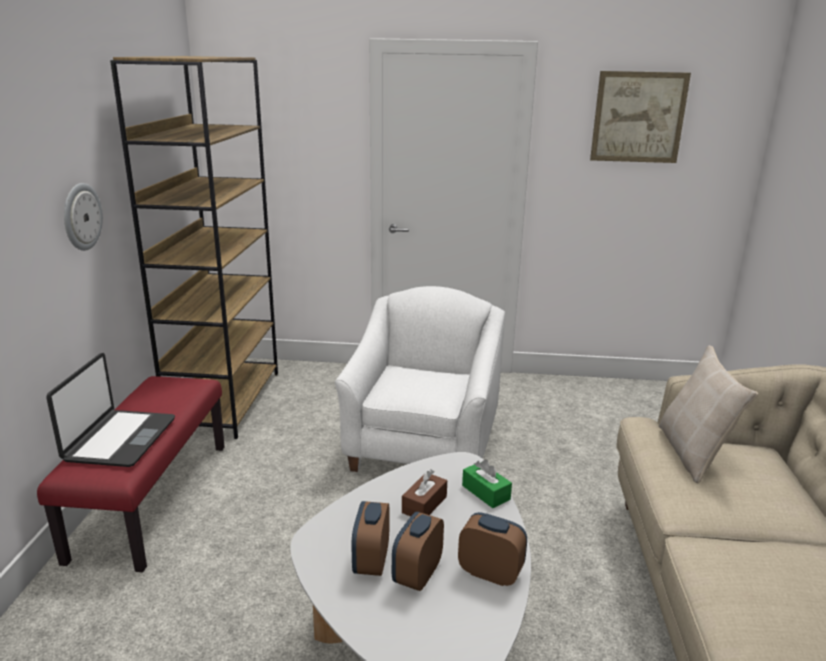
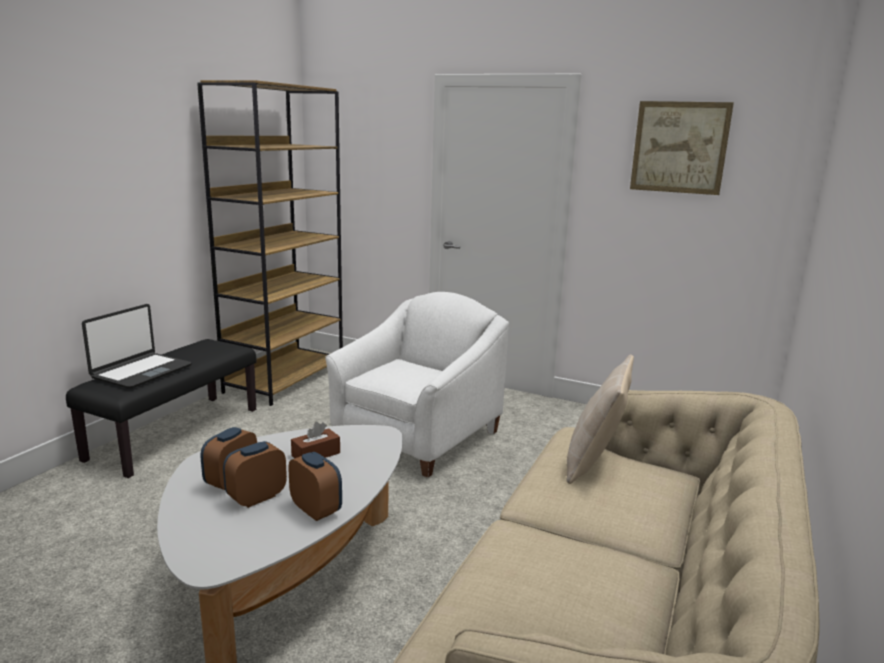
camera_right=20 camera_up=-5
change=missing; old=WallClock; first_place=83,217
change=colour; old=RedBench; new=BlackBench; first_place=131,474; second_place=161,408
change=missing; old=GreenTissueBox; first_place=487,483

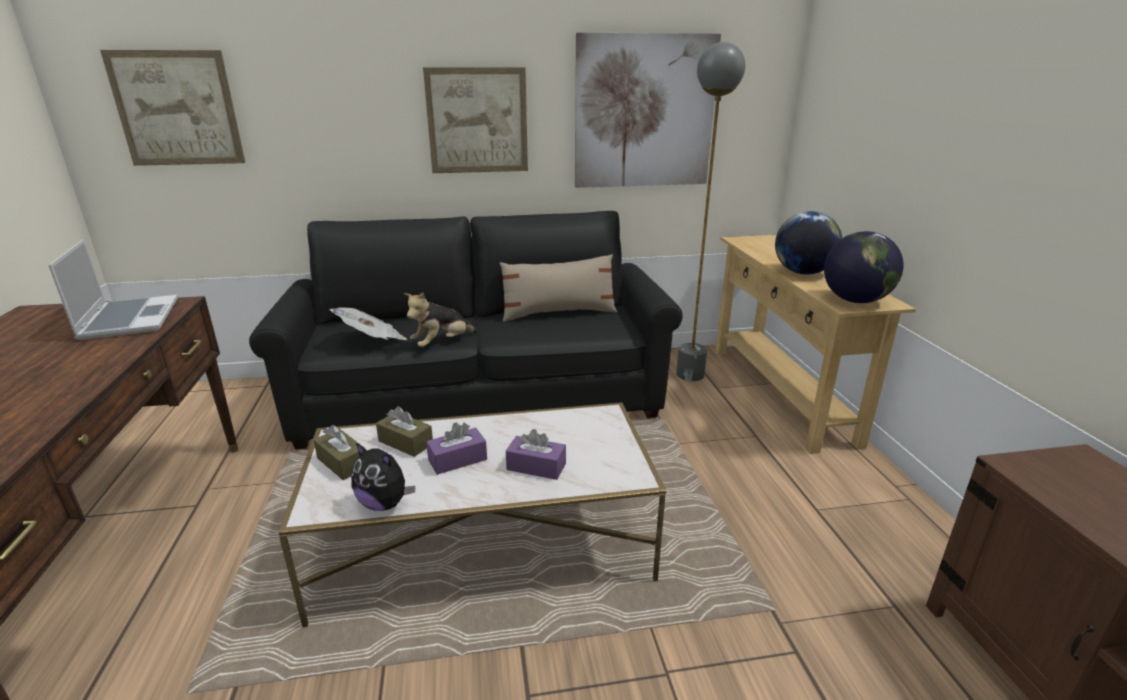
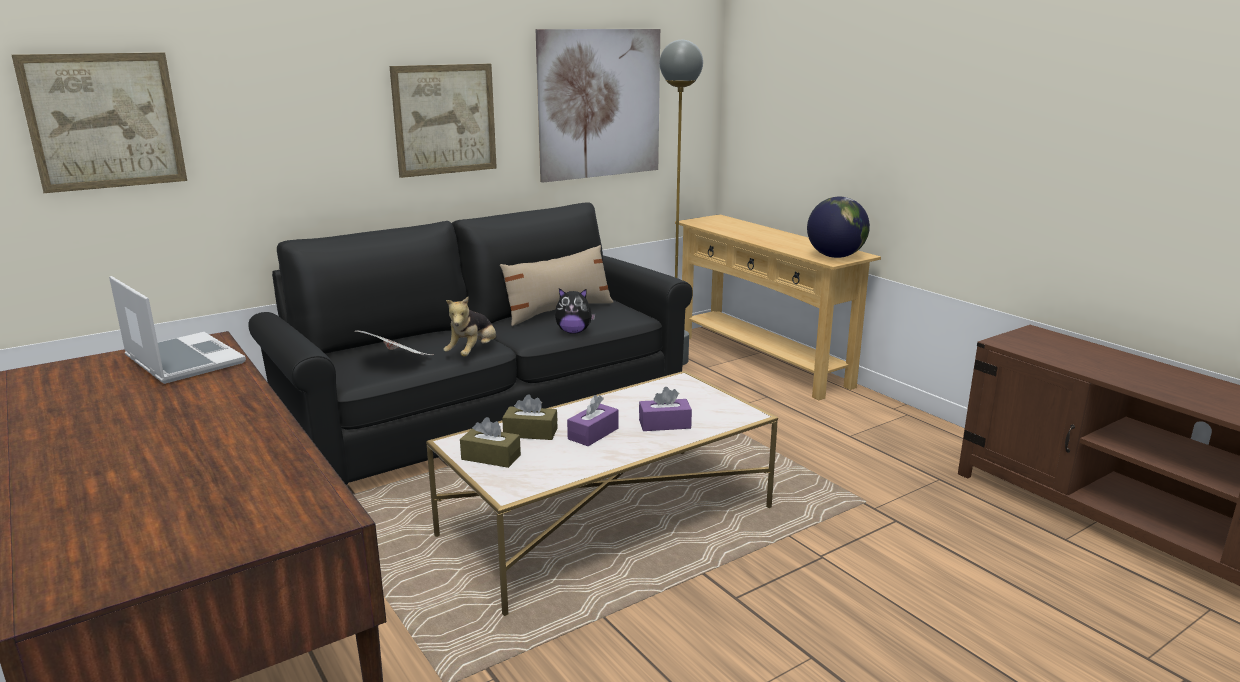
camera_right=-25 camera_up=-5
change=missing; old=Globe; first_place=808,243
change=relocated; old=PlushToy; first_place=383,477; second_place=575,311

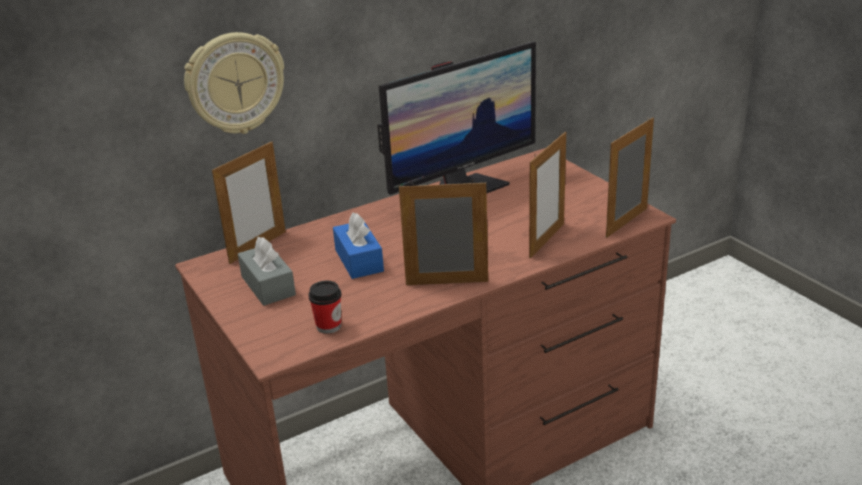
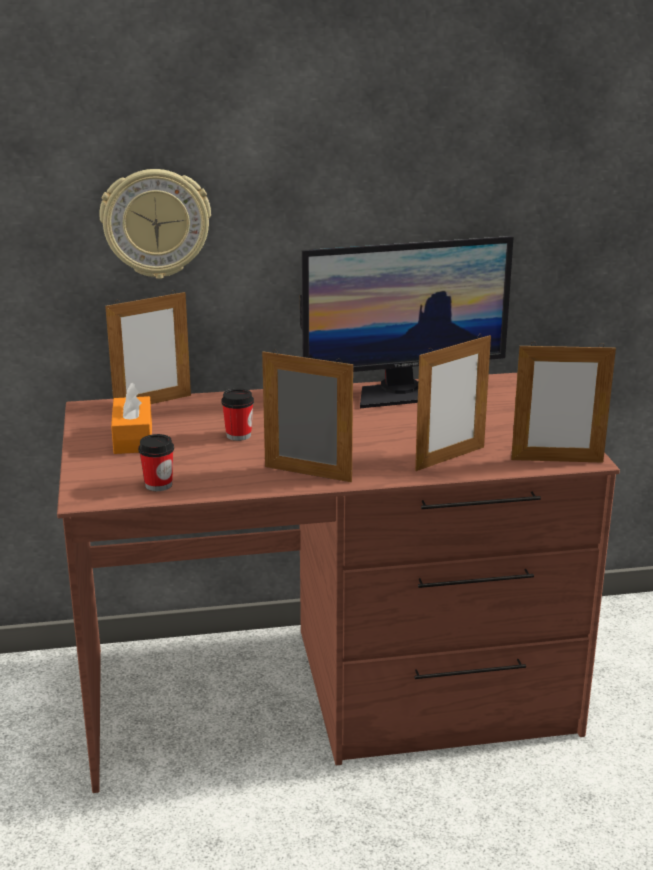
camera_right=20 camera_up=-5
change=spun; old=PictureFrame; first_place=630,178; second_place=563,402; degrees=-150
change=exchanged; old=BlueTissueBox; new=Cup; first_place=358,246; second_place=237,414
change=colour; old=GreyTissueBox; new=OrangeTissueBox; first_place=267,271; second_place=131,418

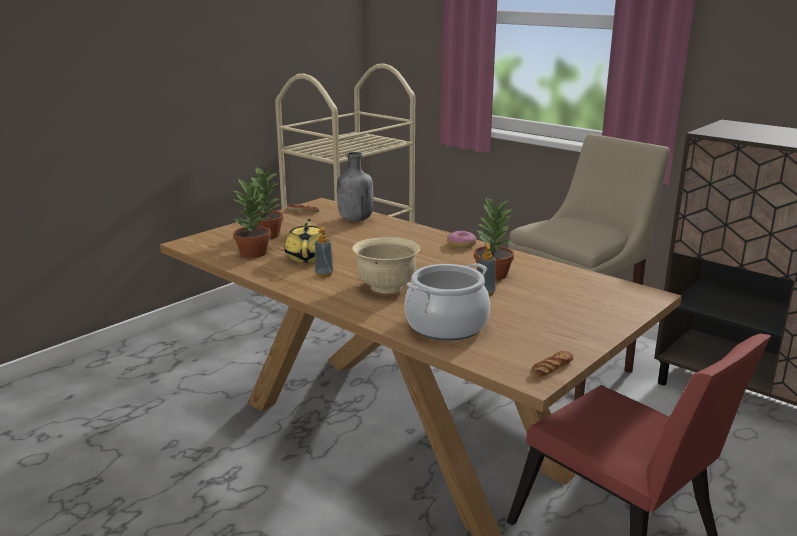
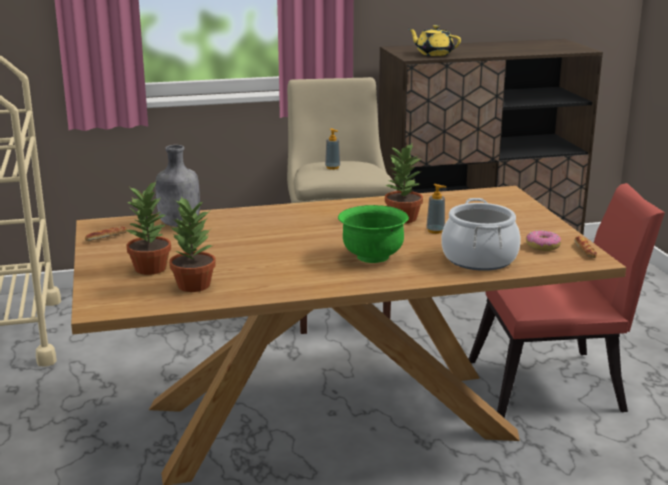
camera_right=-55 camera_up=0
change=relocated; old=YellowTeapot; first_place=305,240; second_place=434,40
change=relocated; old=SoapDispenser; first_place=324,252; second_place=332,149
change=relocated; old=Donut; first_place=461,239; second_place=543,240
change=colour; old=BeigeBowl; new=GreenBowl; first_place=386,265; second_place=373,234

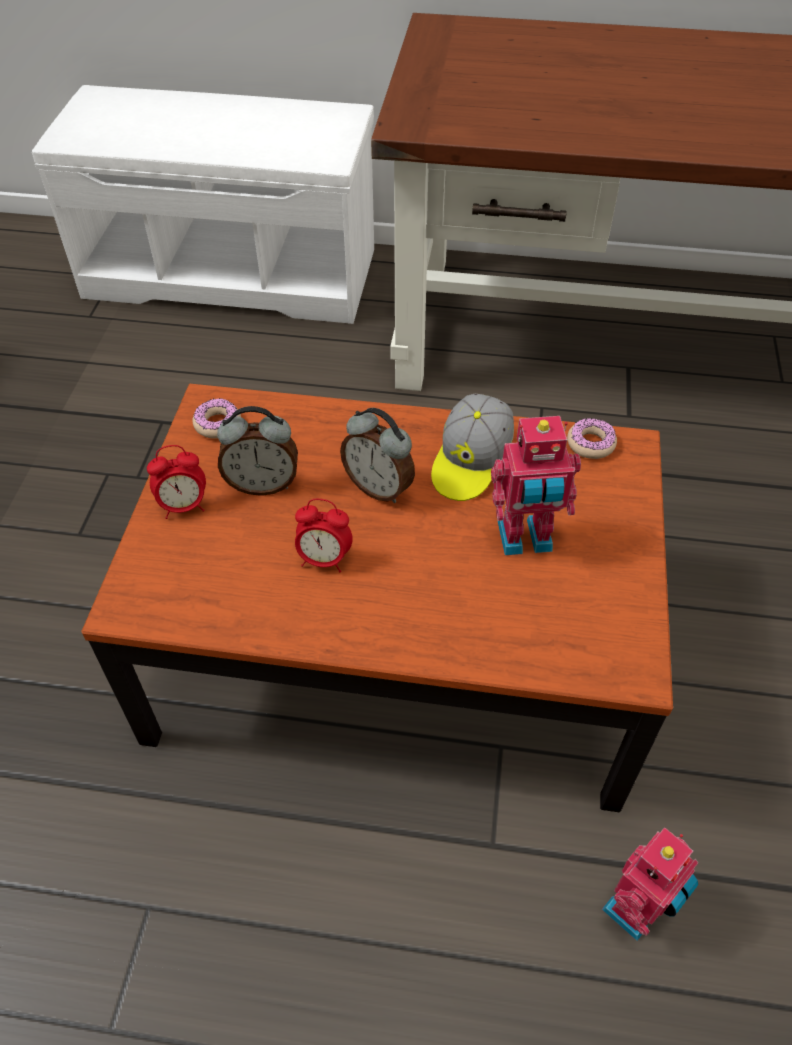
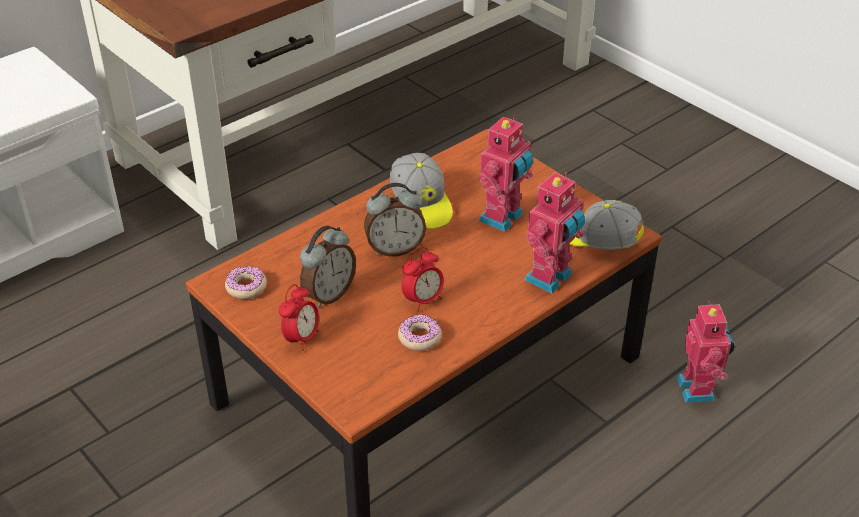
camera_right=-50 camera_up=-10
change=relocated; old=Donut; first_place=592,438; second_place=420,332
change=appeared; new=ToyRobot; second_place=555,232
change=appeared; new=Cap; second_place=606,225

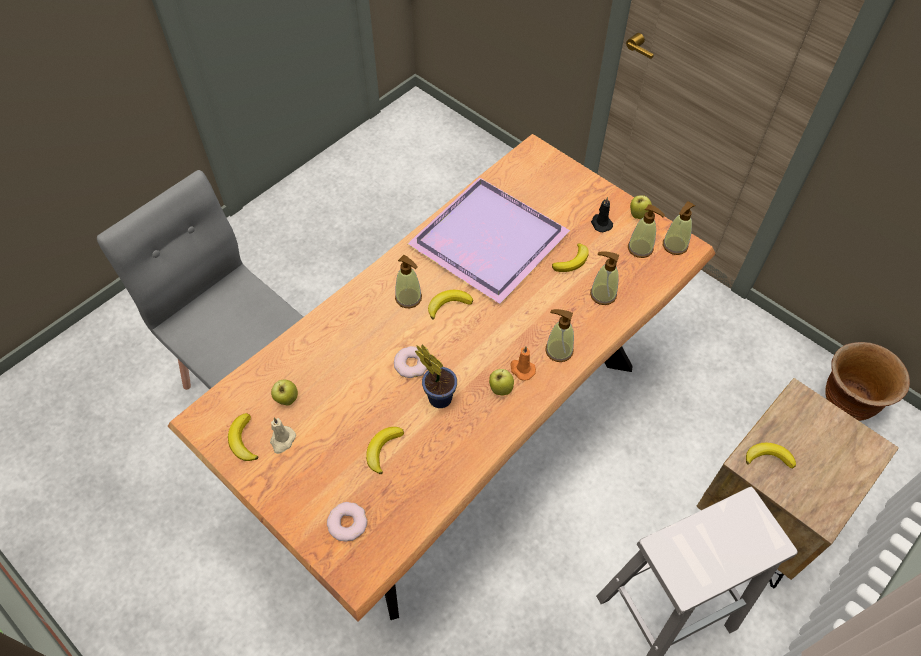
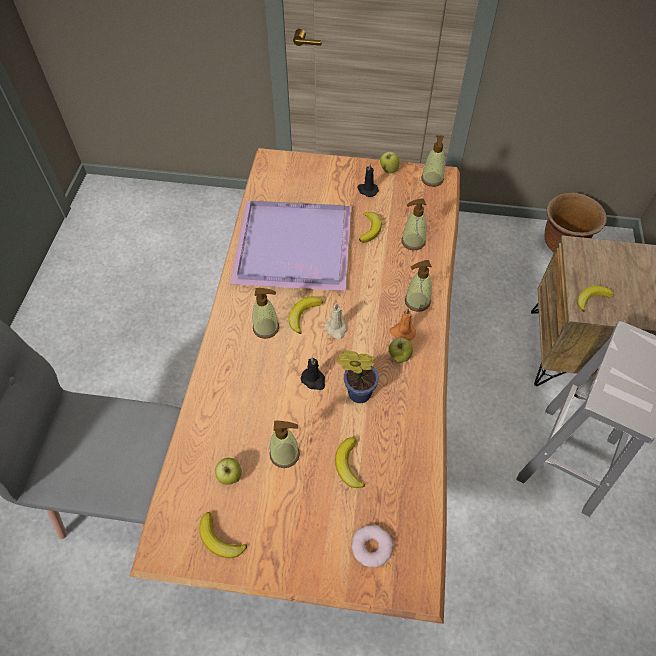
camera_right=-35 camera_up=0
change=relocated; old=SoapDispenser; first_place=646,231; second_place=285,444
change=exchanged; old=Donut; new=BlackCandle; first_place=410,362; second_place=313,373
change=relocated; old=BeigeCandle; first_place=283,436; second_place=335,321

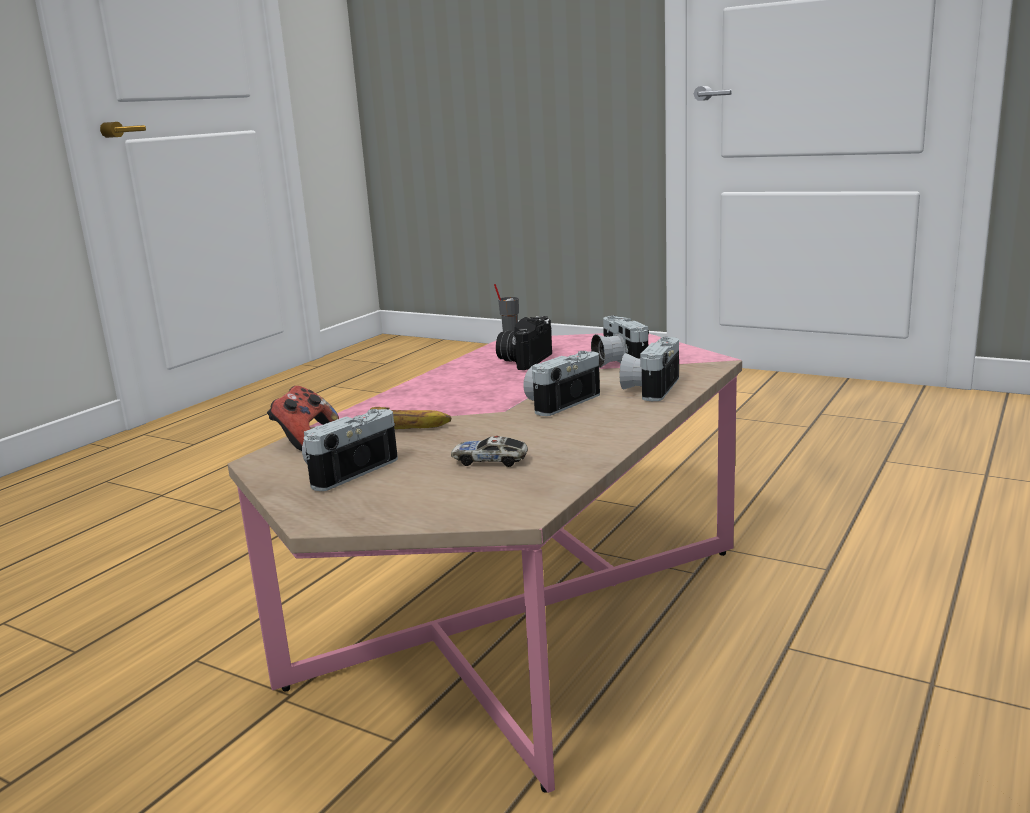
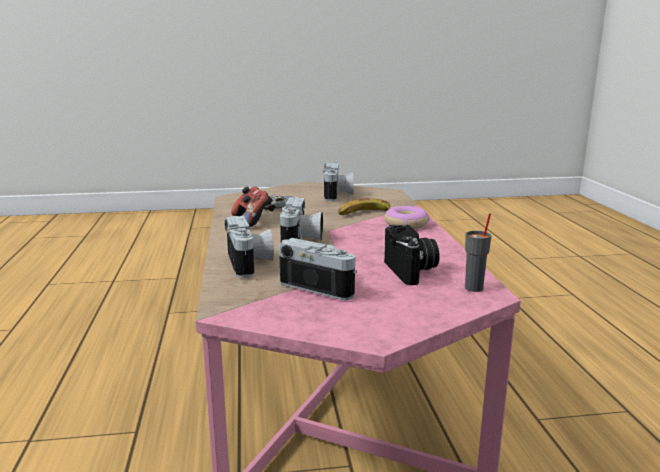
camera_right=140 camera_up=0
change=relocated; old=GameController; first_place=303,418; second_place=251,207
change=appeared; new=Donut; second_place=406,217

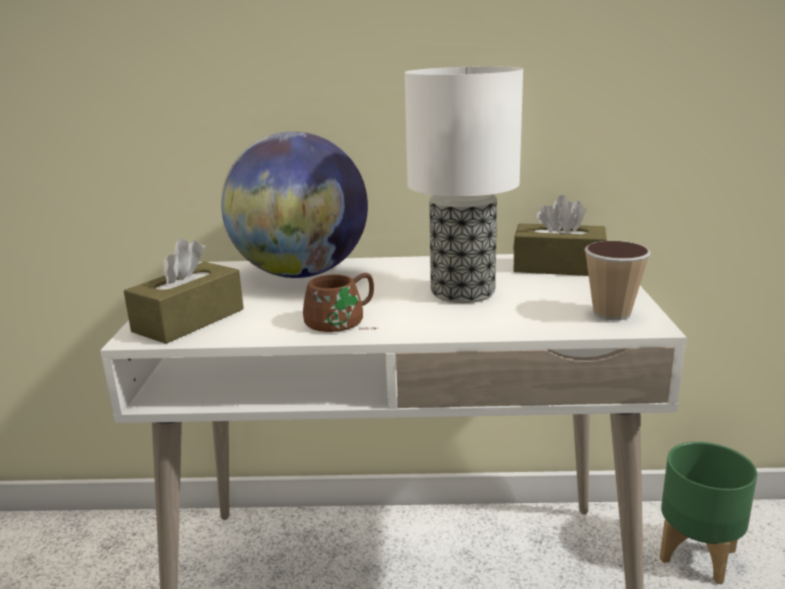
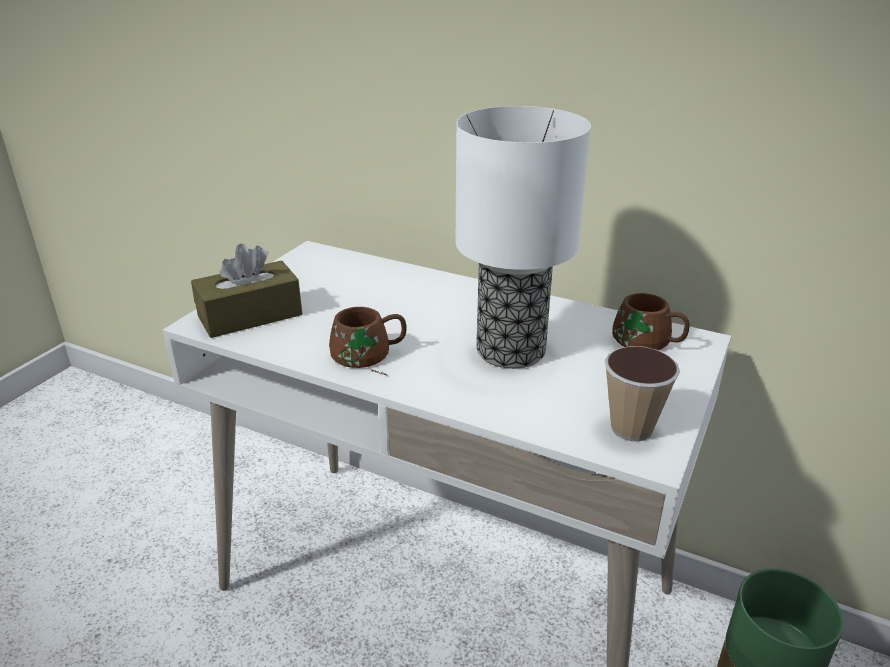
camera_right=25 camera_up=10
change=missing; old=Globe; first_place=294,205
change=exchanged; old=BrownTissueBox; new=BrownMug; first_place=560,235; second_place=650,321

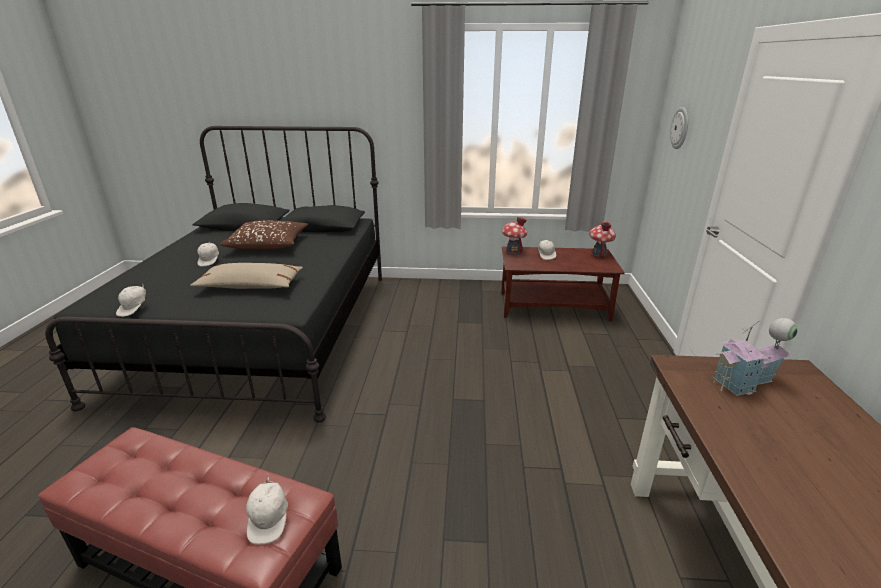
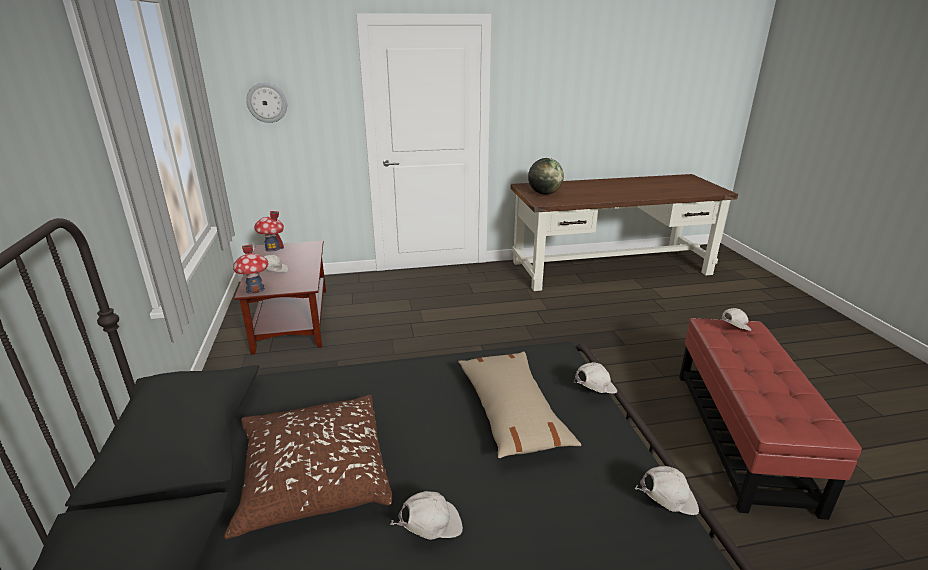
camera_right=-105 camera_up=0
change=exchanged; old=ToyHouse; new=Globe; first_place=755,357; second_place=546,176
change=appeared; new=WhiteCap; second_place=595,377

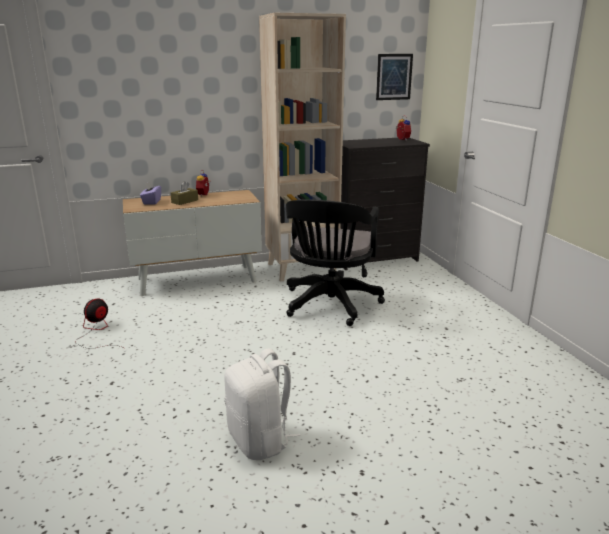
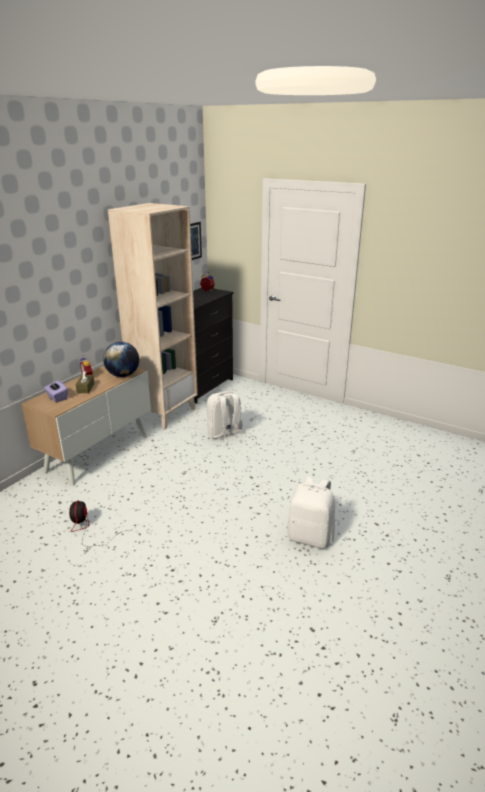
camera_right=-40 camera_up=5
change=exchanged; old=BlackOfficeChair; new=WhiteBackpack; first_place=335,262; second_place=225,417
change=appeared; new=Globe; second_place=121,359

